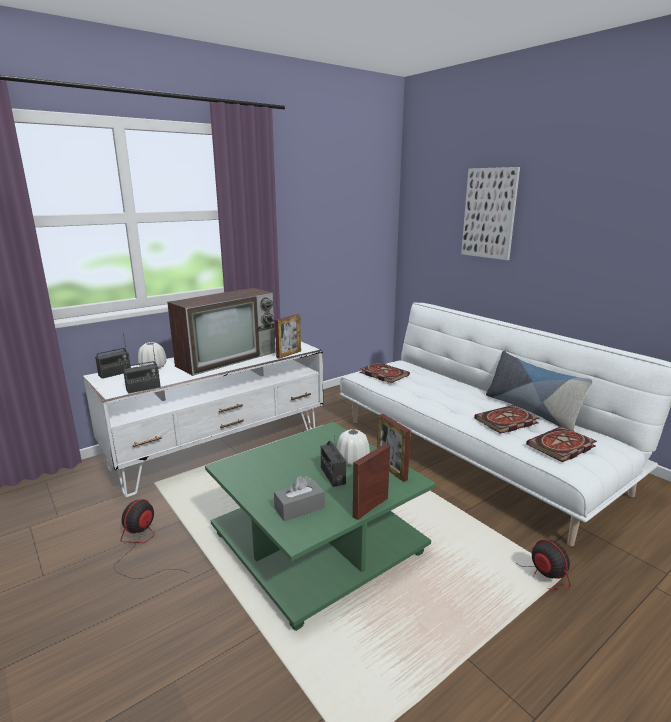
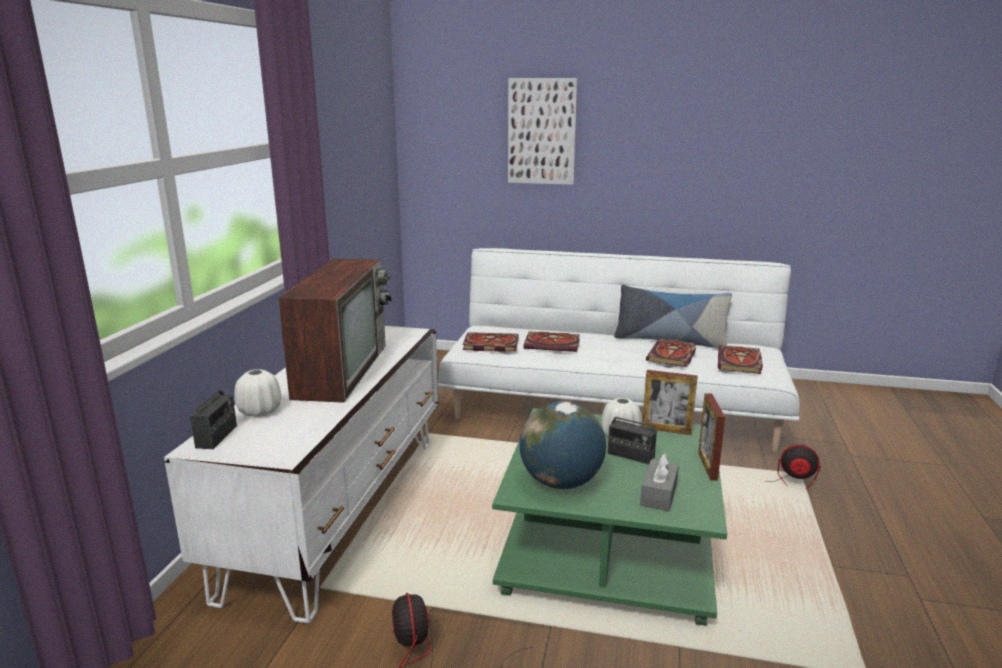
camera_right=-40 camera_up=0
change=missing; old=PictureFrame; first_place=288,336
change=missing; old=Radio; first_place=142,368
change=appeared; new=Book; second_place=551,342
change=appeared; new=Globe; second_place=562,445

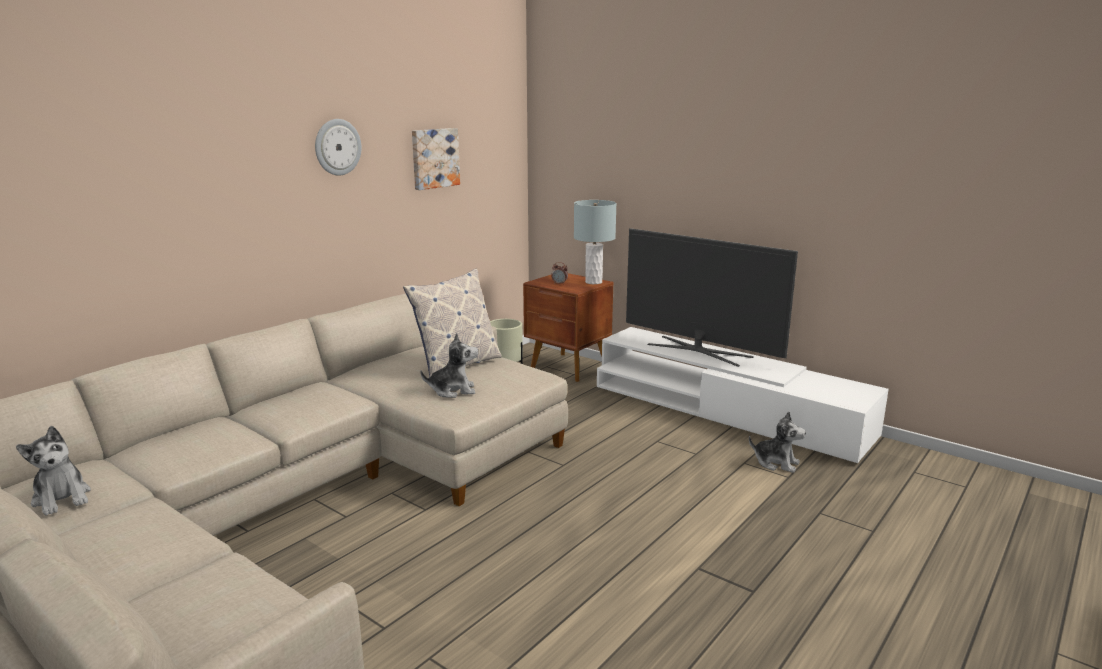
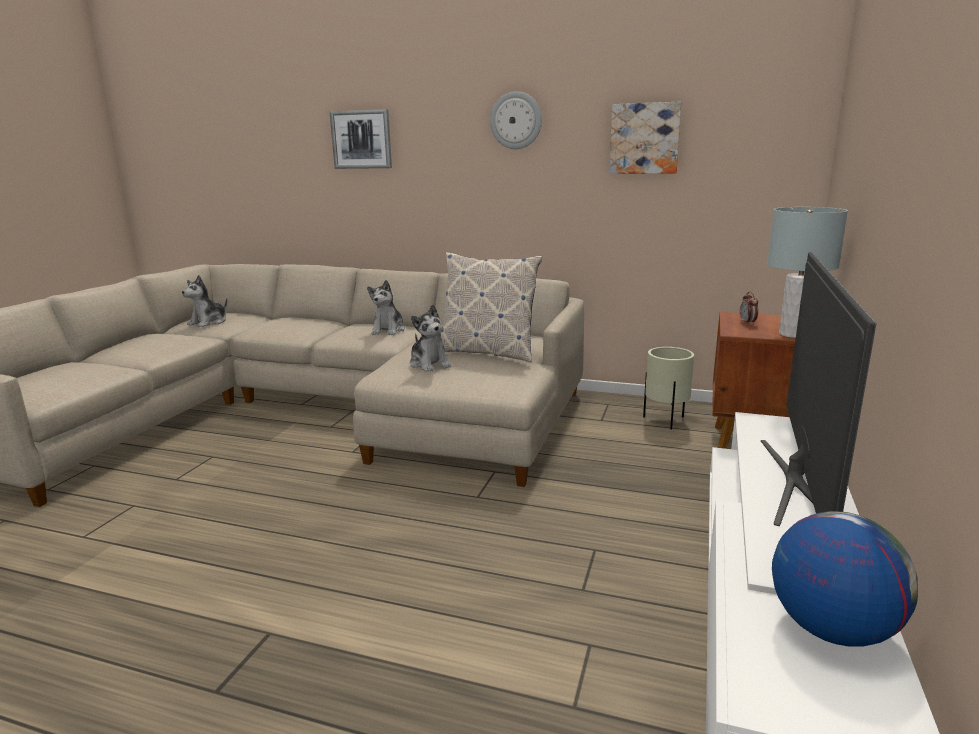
camera_right=70 camera_up=0
change=relocated; old=PlushToy; first_place=777,442; second_place=386,307
change=appeared; new=Picture; second_place=361,139
change=appeared; new=Globe; second_place=845,578

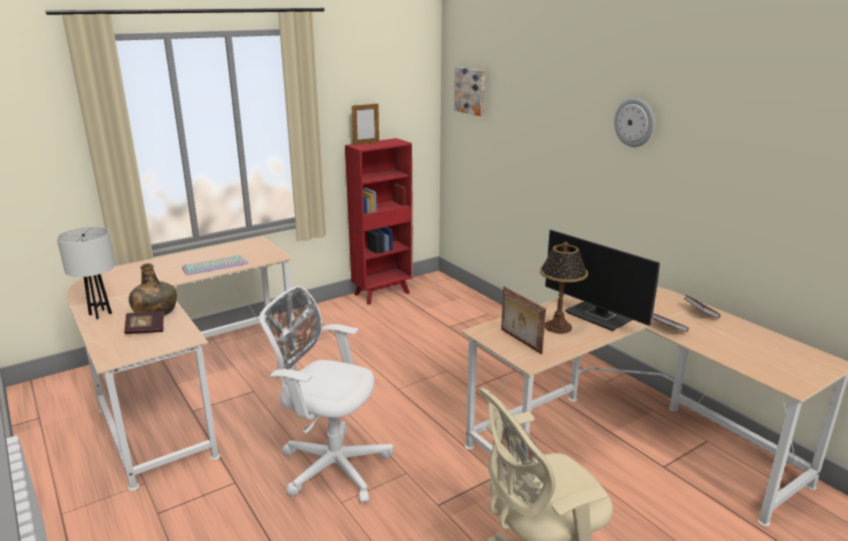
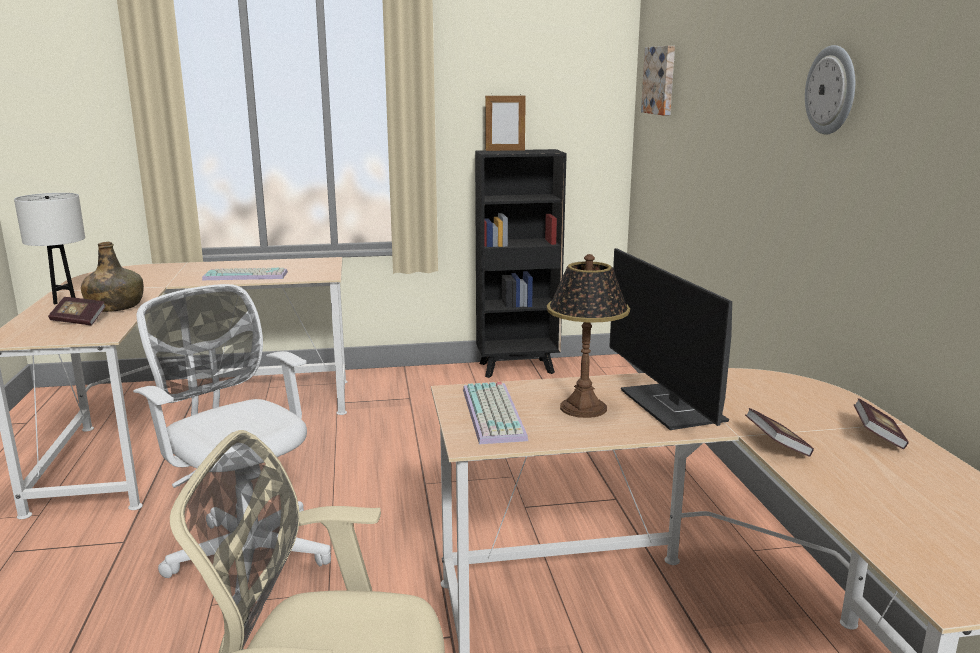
camera_right=25 camera_up=-5
change=colour; old=RedBookcase; new=BlackBookcase; first_place=379,221; second_place=521,263
change=exchanged; old=PictureFrame; new=Keyboard; first_place=523,320; second_place=495,413

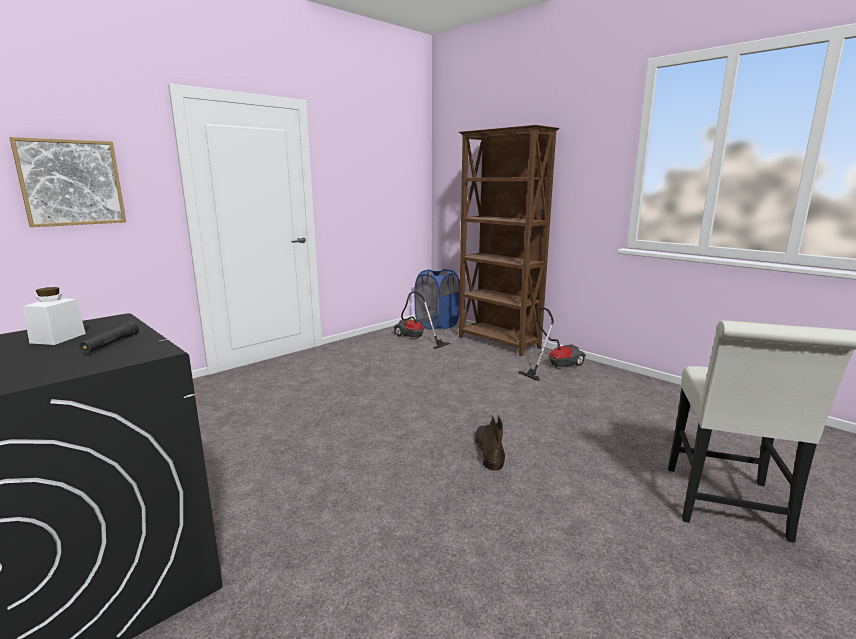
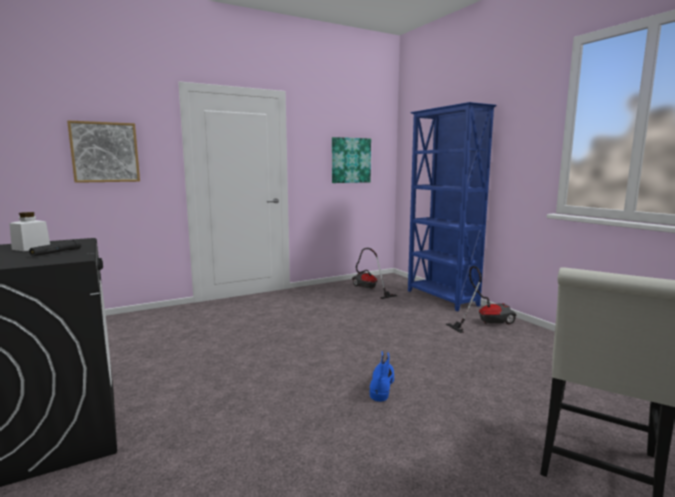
camera_right=15 camera_up=-5
change=colour; old=BrownBookcase; new=BlueBookcase; first_place=509,240; second_place=452,206
change=missing; old=BlueLaundryBasket; first_place=437,299
change=colour; old=BrownBoot; new=BlueBoot; first_place=489,443; second_place=381,376
change=appeared; new=Picture; second_place=351,160

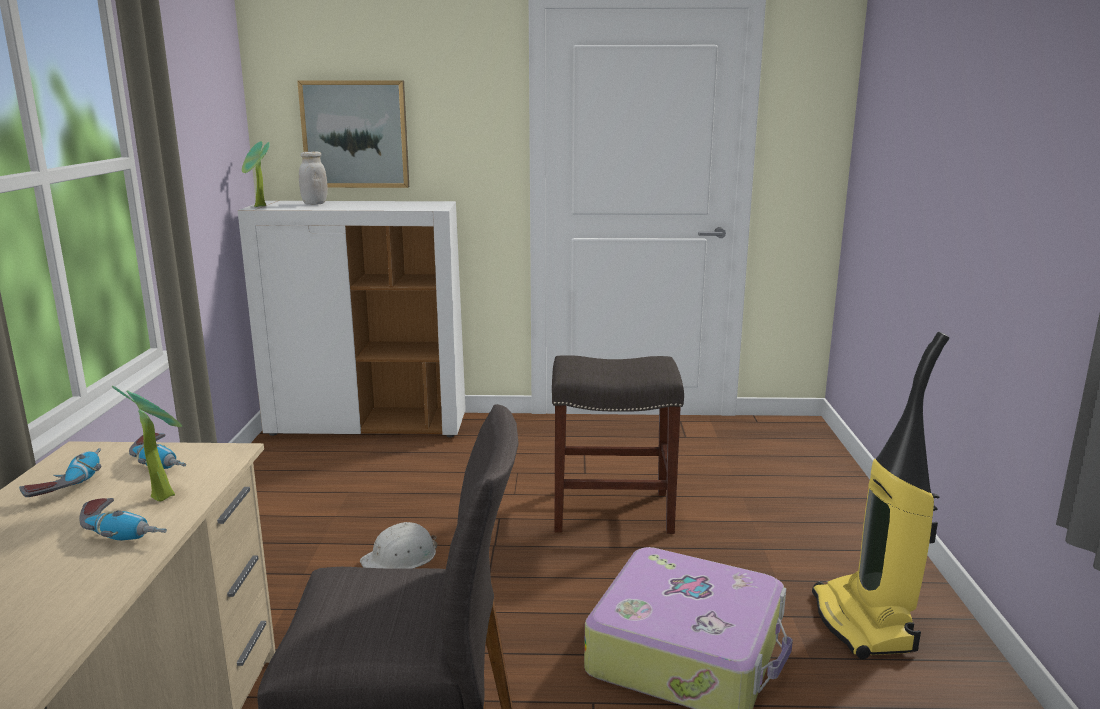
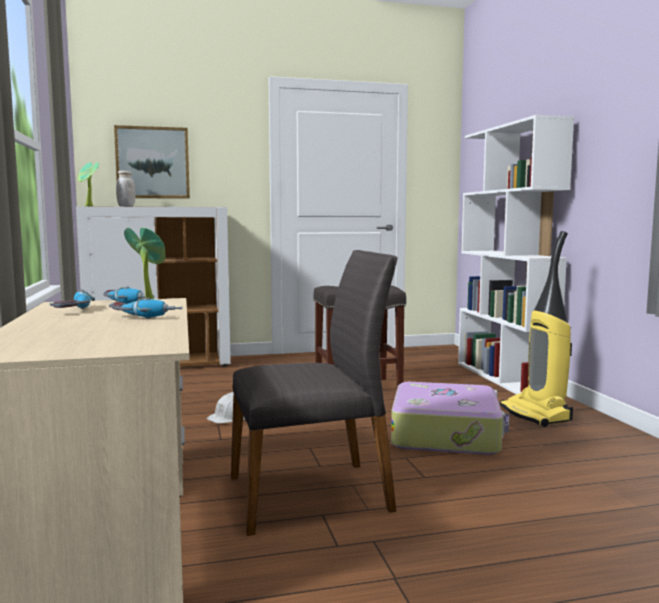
camera_right=-15 camera_up=-10
change=appeared; new=WhiteBookcase; second_place=516,254

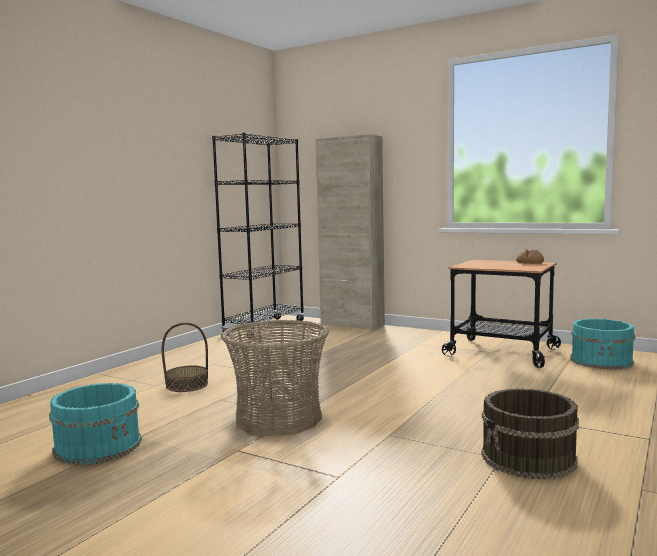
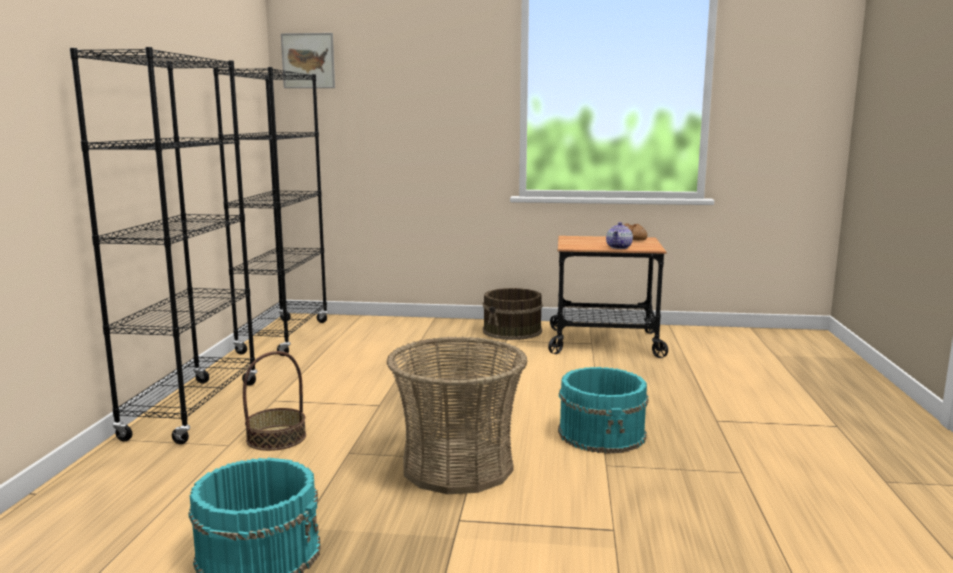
camera_right=-25 camera_up=5
change=missing; old=BeigeCabinet; first_place=350,232
change=relocated; old=TurquoiseBucket; first_place=602,344; second_place=603,410
change=relocated; old=BrownBucket; first_place=530,433; second_place=513,314
change=appeared; new=Picture; second_place=308,60
change=appeared; new=BlackBookcase; second_place=164,245
change=appeared; new=Teapot; second_place=619,235

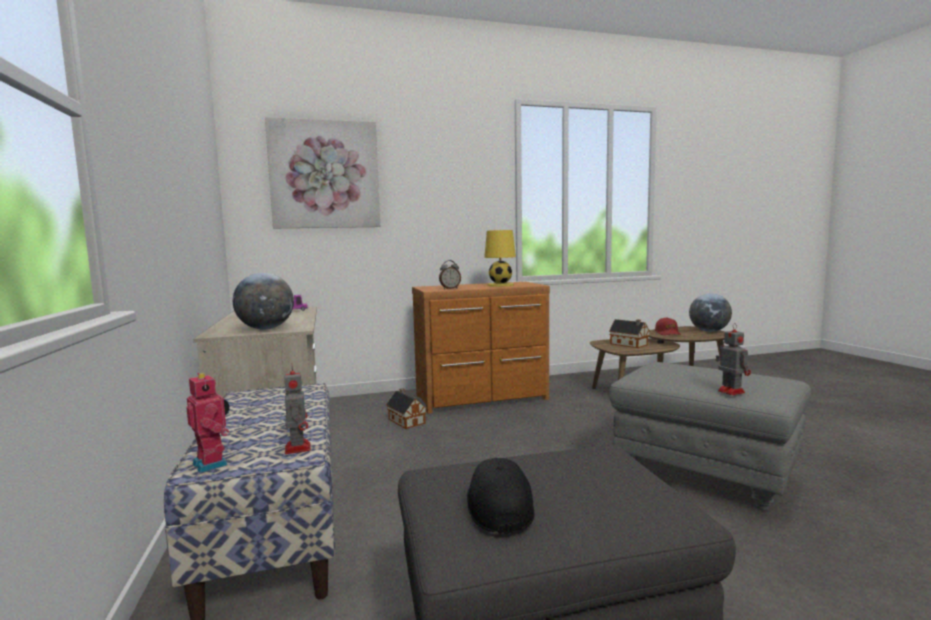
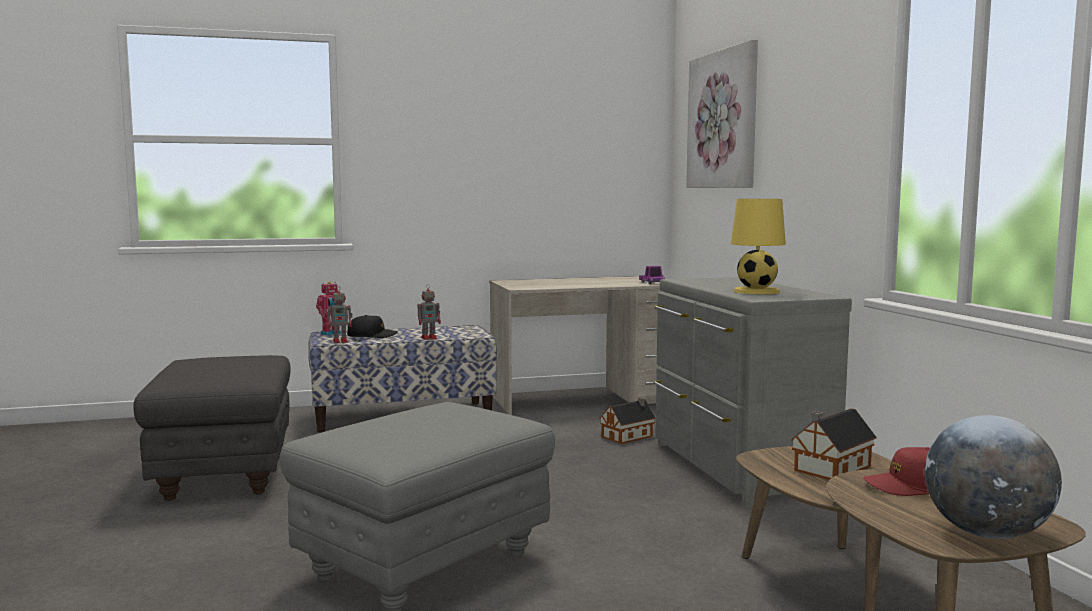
camera_right=90 camera_up=0
change=missing; old=AlarmClock; first_place=450,274
change=missing; old=Globe; first_place=263,301
change=colour; old=BrownDresser; new=GreyDresser; first_place=481,348; second_place=753,392
change=relocated; old=ToyRobot; first_place=733,359; second_place=429,312
change=relocated; old=BlackCap; first_place=500,496; second_place=372,326

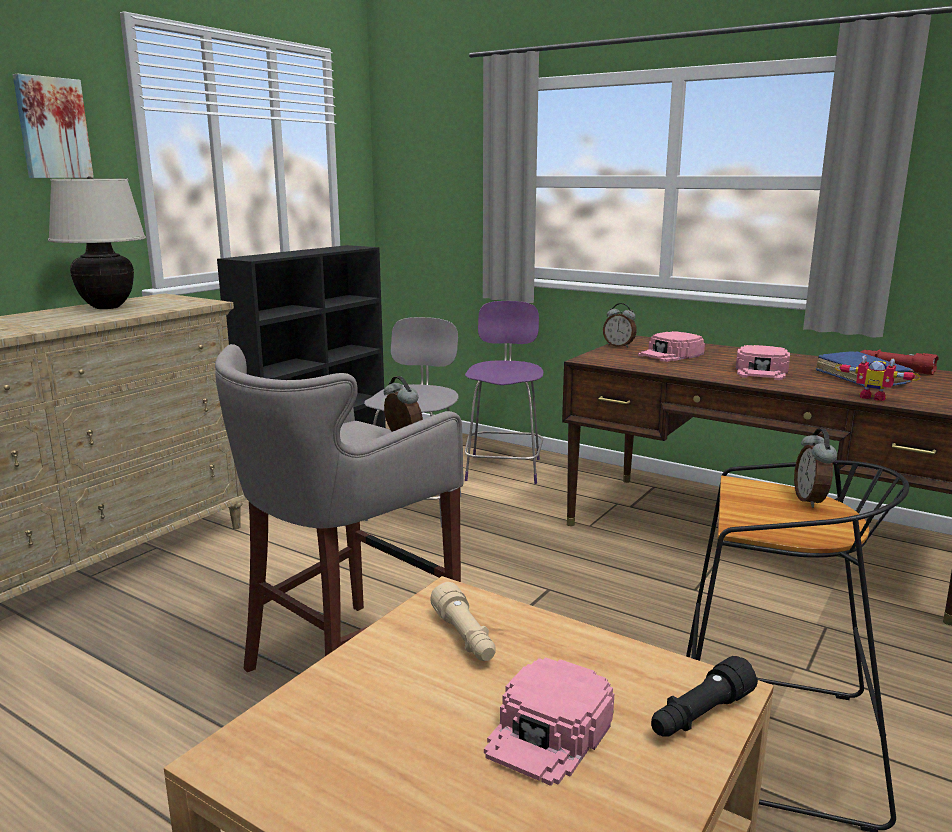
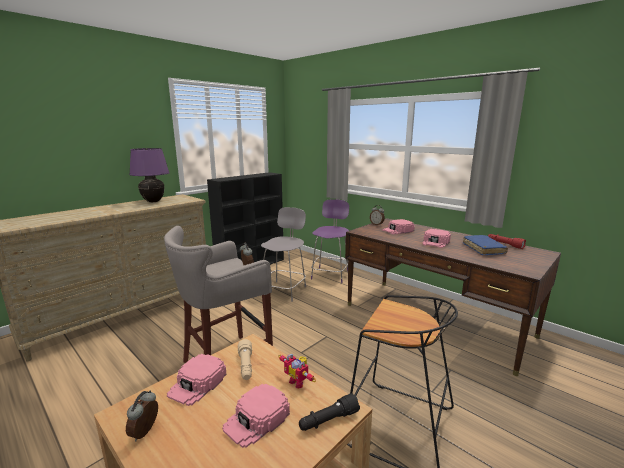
camera_right=10 camera_up=0
change=missing; old=Picture; first_place=53,126
change=colour; old=BeigeTableLamp; new=PurpleTableLamp; first_place=97,242; second_place=149,175
change=relocated; old=ToyRobot; first_place=878,378; second_place=297,371
change=relocated; old=AlarmClock; first_place=815,468; second_place=142,416
change=appeared; new=PinkCap; second_place=196,380

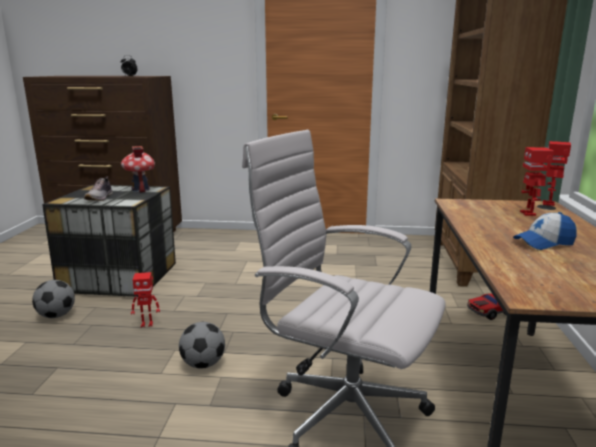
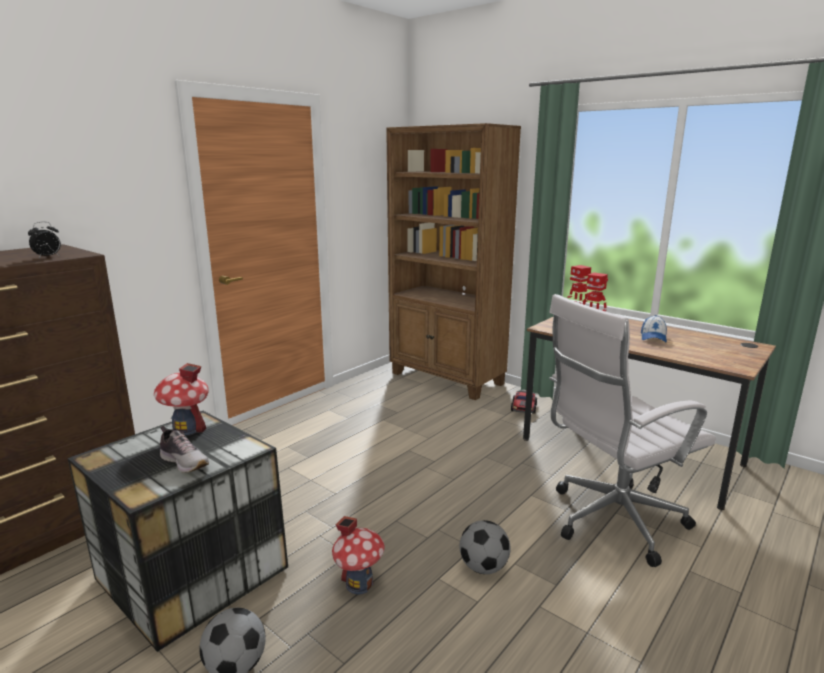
camera_right=-55 camera_up=0
change=exchanged; old=ToyRobot; new=ToyHouse; first_place=145,299; second_place=358,555

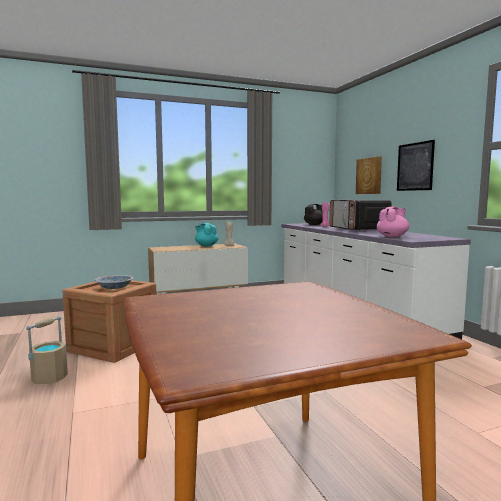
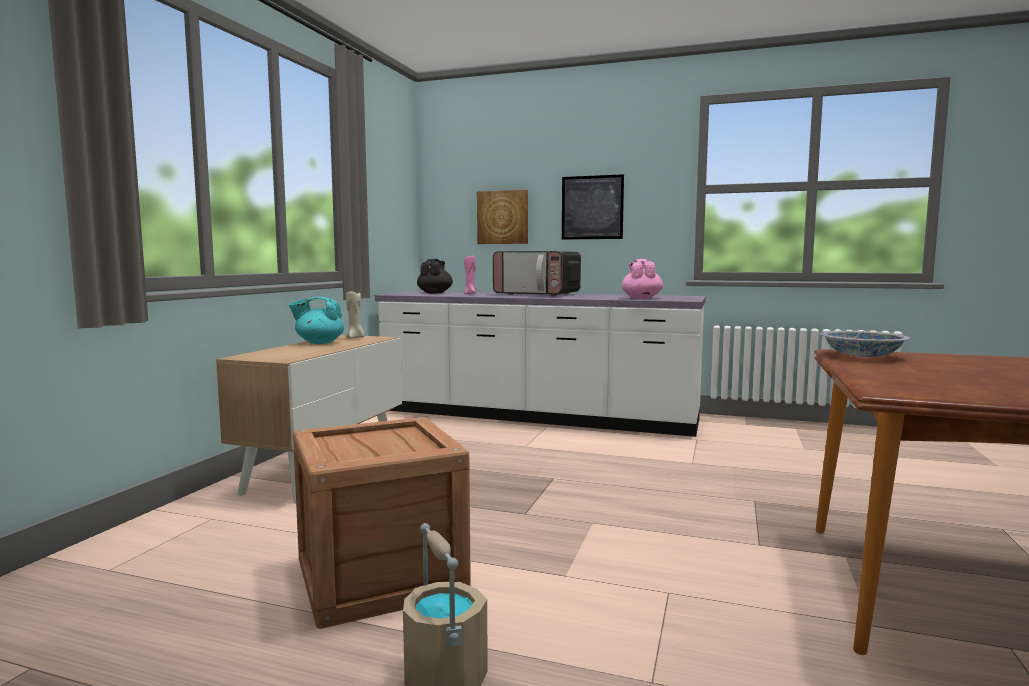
camera_right=-50 camera_up=0
change=relocated; old=Bowl; first_place=114,282; second_place=865,344

